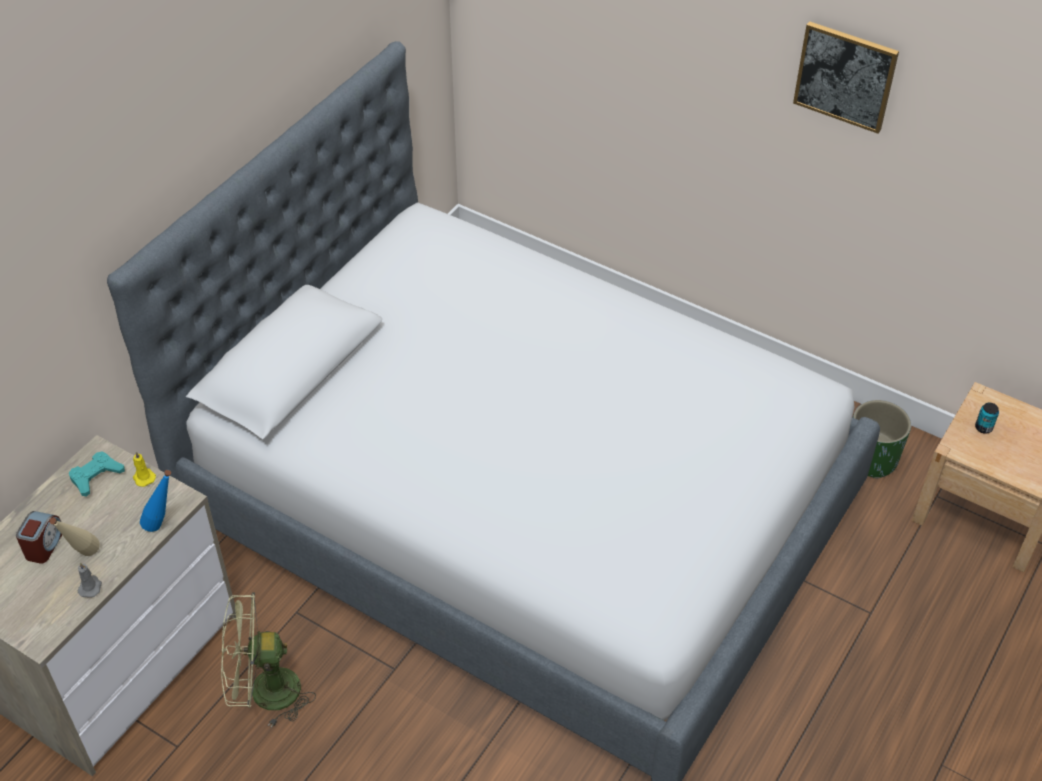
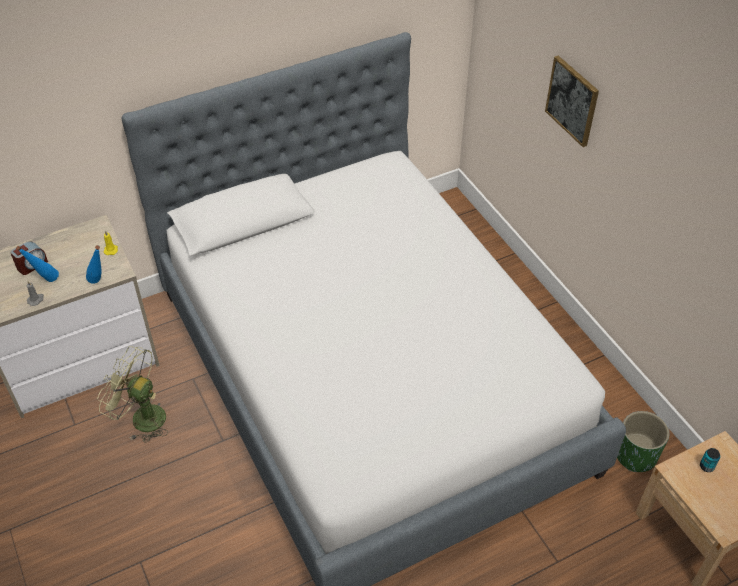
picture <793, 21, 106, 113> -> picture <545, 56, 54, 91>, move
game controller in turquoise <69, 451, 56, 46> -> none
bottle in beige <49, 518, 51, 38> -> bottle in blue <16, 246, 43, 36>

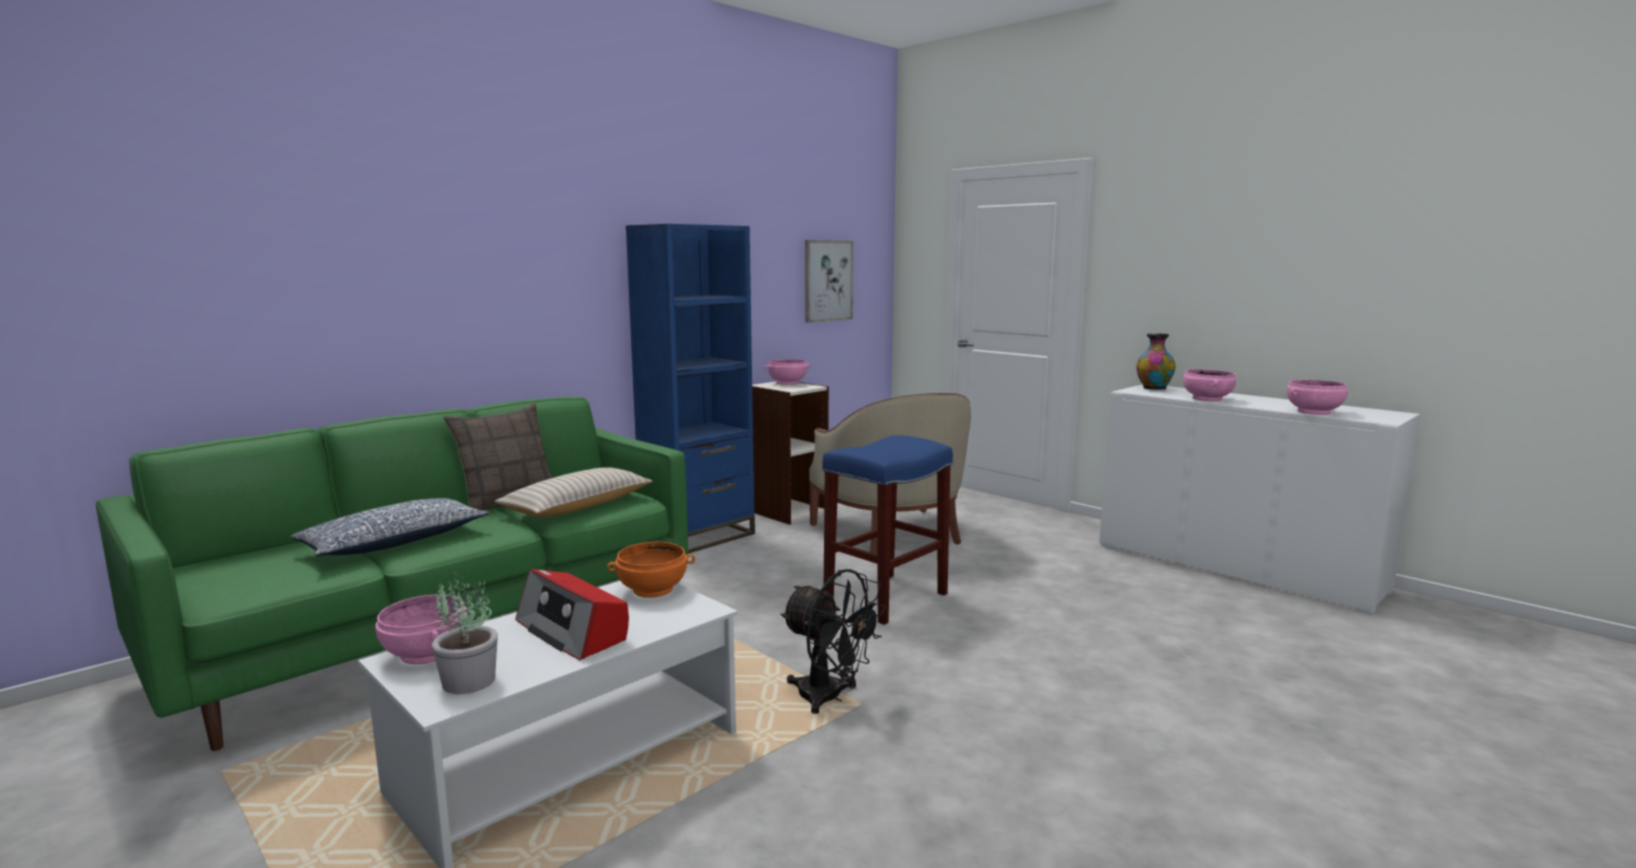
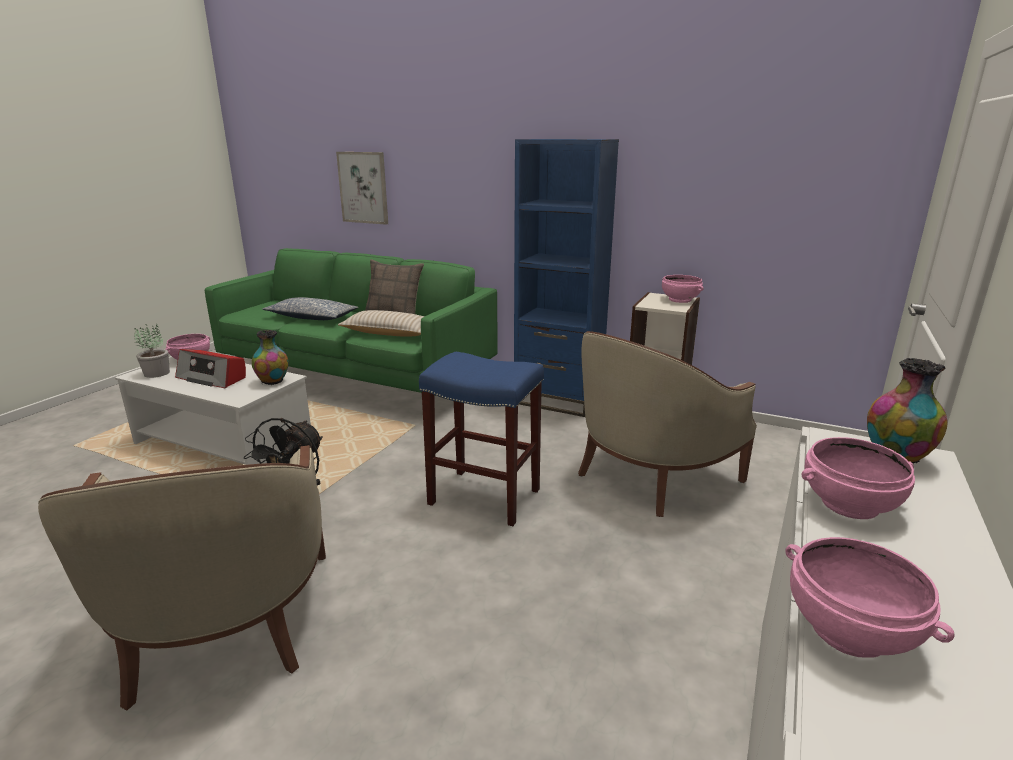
picture <805, 240, 49, 83> -> picture <336, 152, 52, 73>, move
bowl in orange <607, 542, 88, 56> -> vase <252, 330, 37, 55>
radio <515, 569, 114, 91> -> radio <175, 349, 71, 39>, 90 degrees counterclockwise
none -> armchair in beige <38, 445, 288, 265>

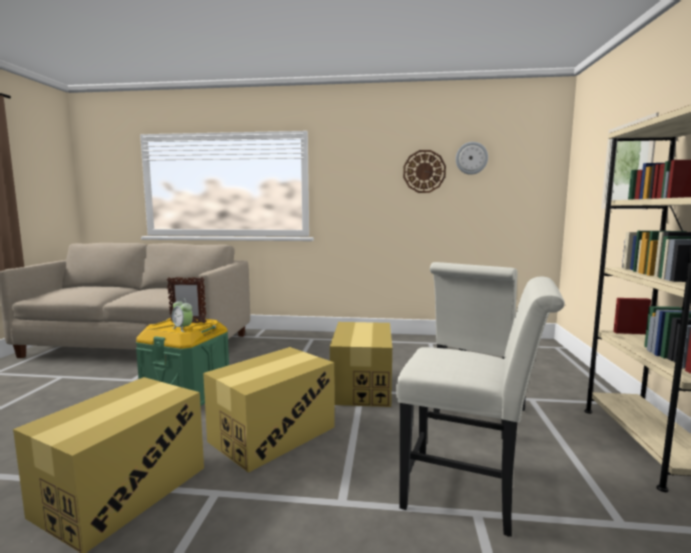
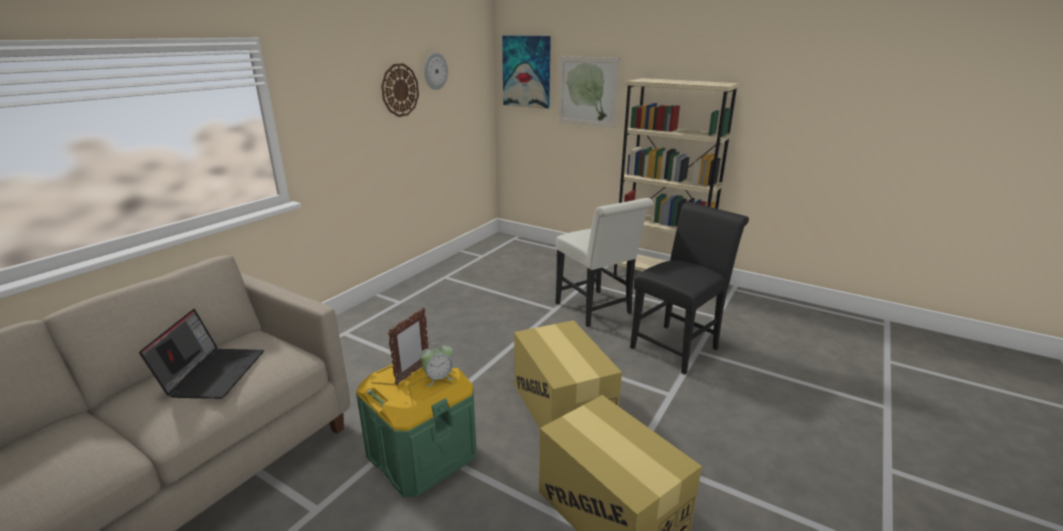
chair in white <396, 277, 169, 260> -> chair in black <630, 202, 119, 173>
cardboard box <330, 322, 62, 85> -> none
none -> picture <502, 35, 49, 74>
none -> laptop <139, 309, 125, 90>

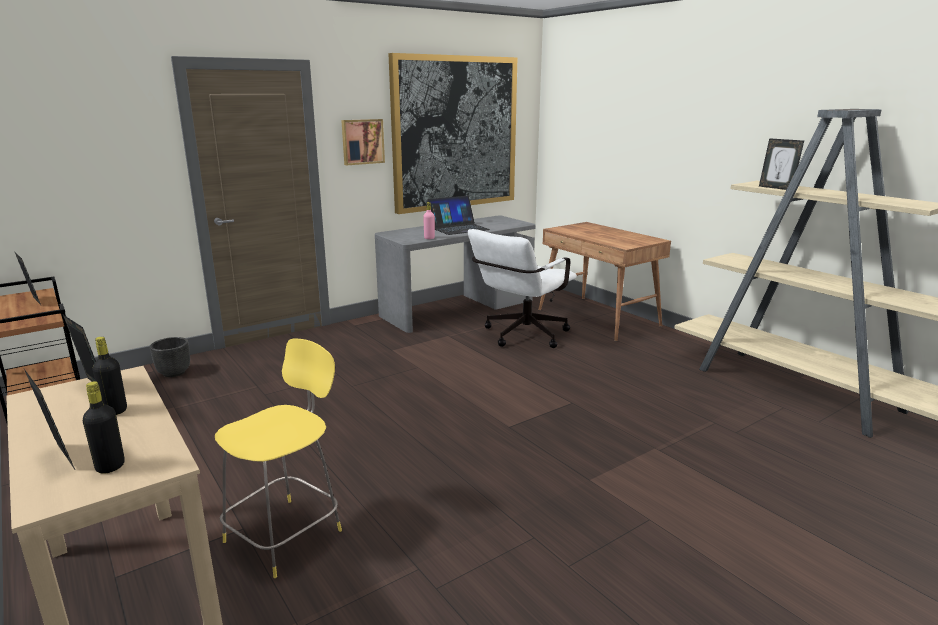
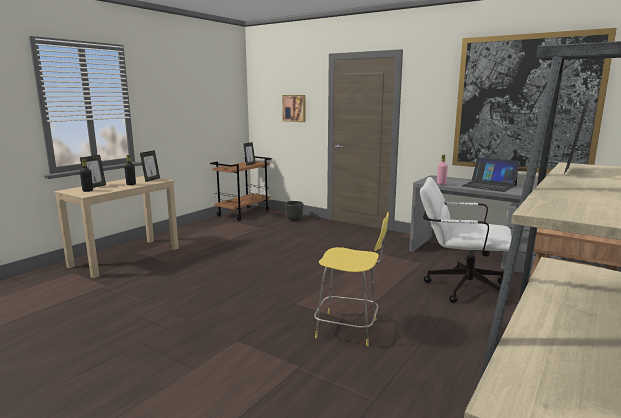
picture <341, 119, 44, 46> -> picture <282, 95, 23, 27>, move
stool in yellow <215, 339, 127, 239> -> stool in yellow <314, 212, 75, 134>, move

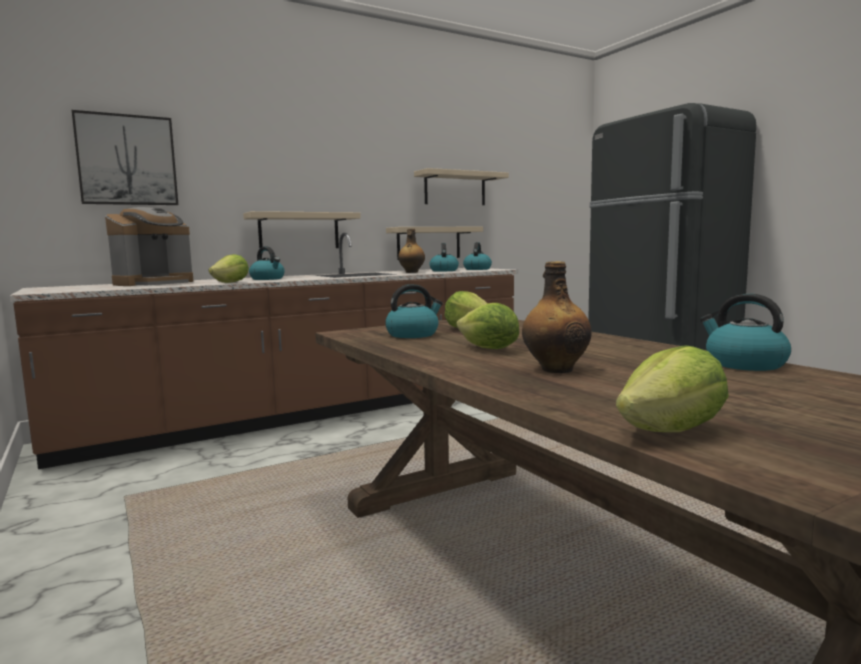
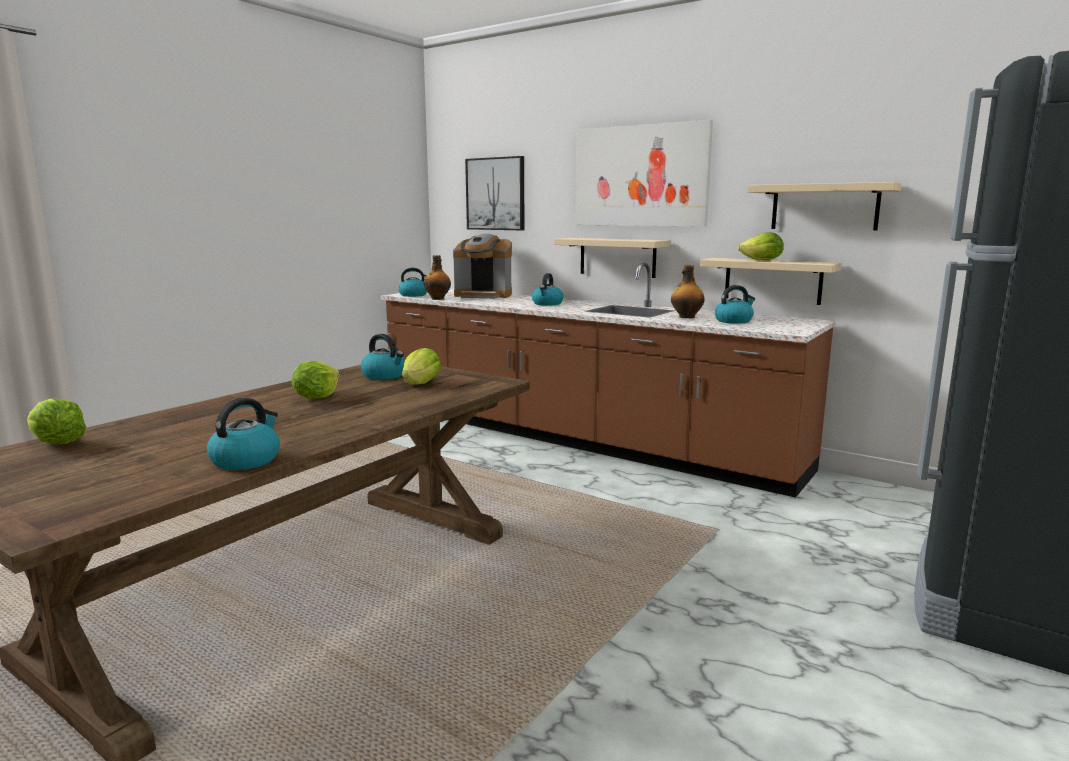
kettle <463, 242, 29, 28> -> kettle <398, 268, 29, 29>, move
lettuce <209, 254, 40, 29> -> lettuce <738, 232, 46, 28>, move
bottle <522, 261, 70, 112> -> bottle <424, 255, 27, 45>, move
none -> picture <575, 120, 138, 107>

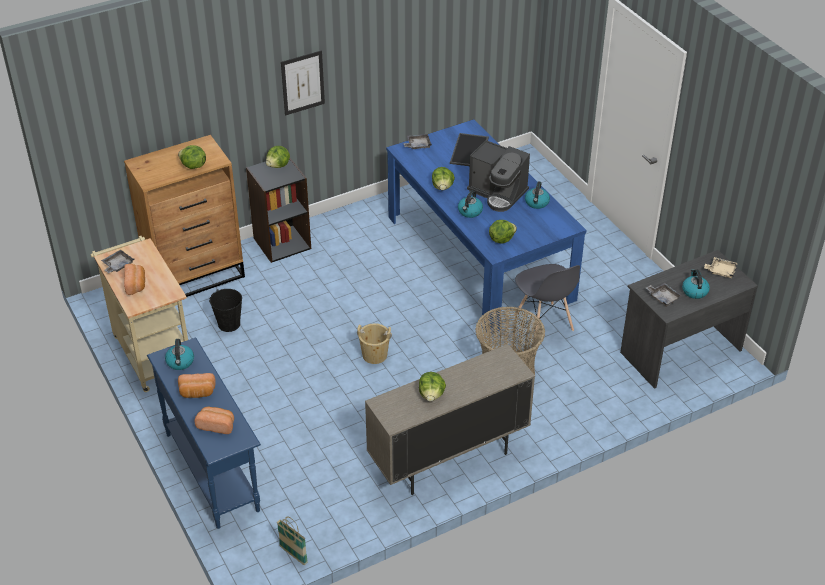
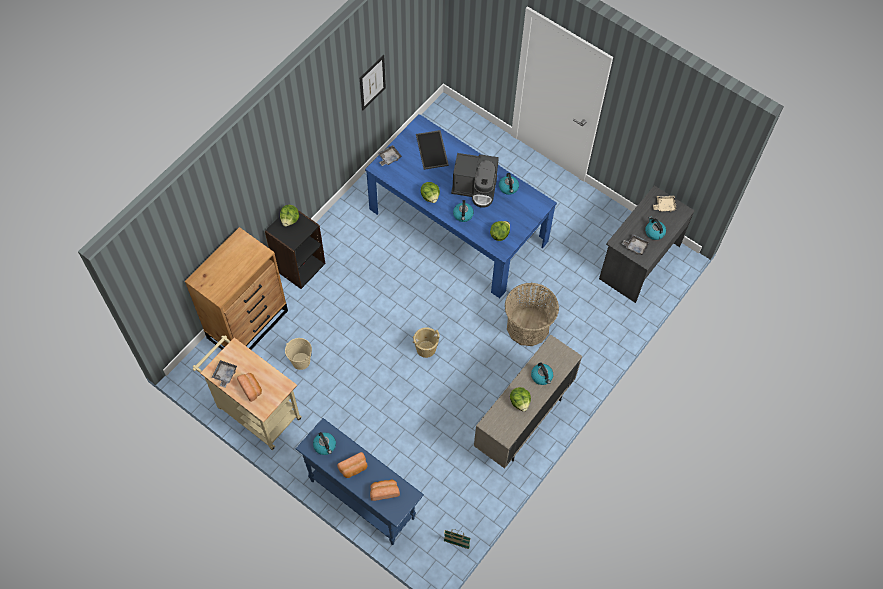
picture <281, 50, 44, 65> -> picture <360, 55, 26, 55>, move
lettuce <178, 145, 28, 24> -> none
chair in grey <514, 264, 66, 73> -> none
bucket in black <209, 289, 33, 43> -> bucket in beige <285, 338, 27, 32>
none -> kettle <531, 363, 22, 22>

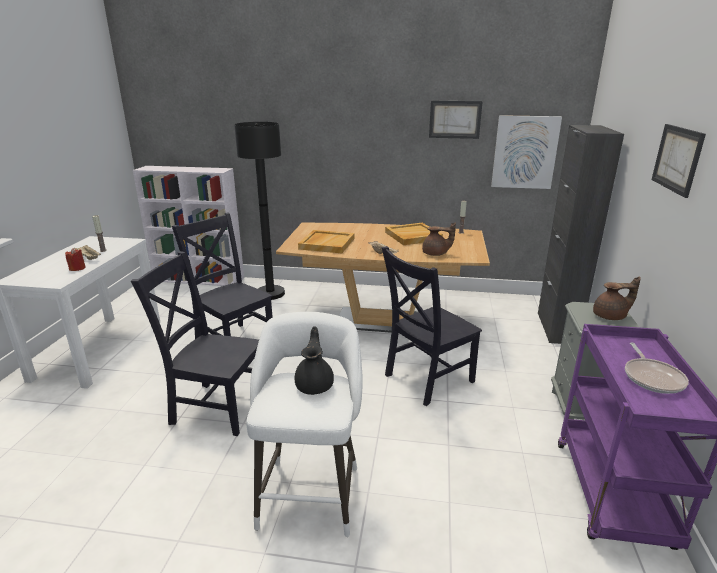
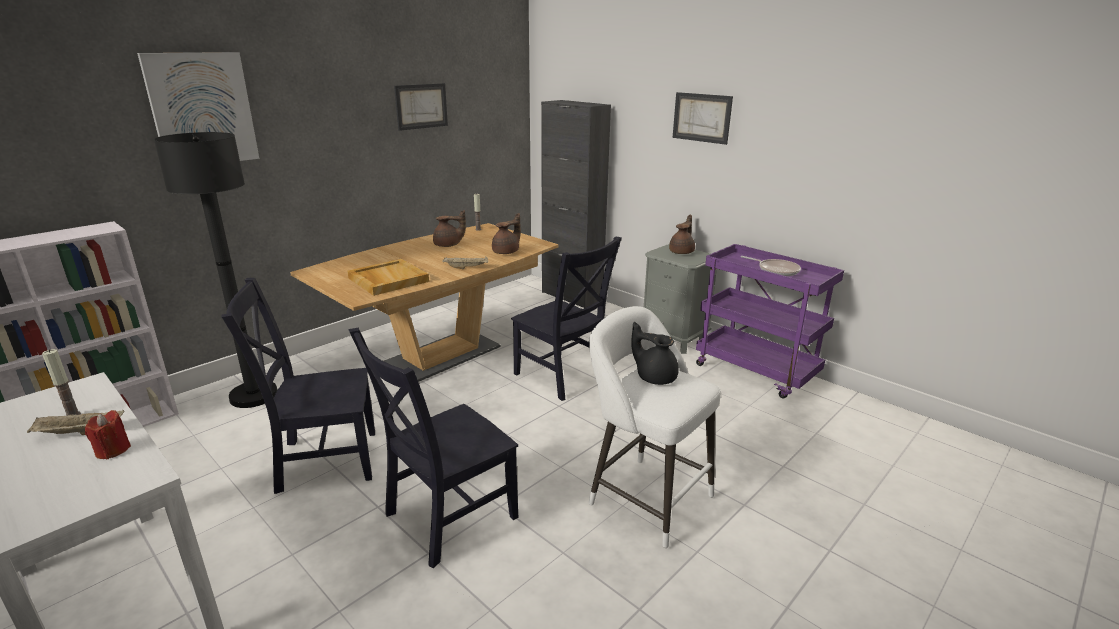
picture <491, 115, 71, 74> -> picture <137, 52, 122, 109>, move
tray in beige <385, 223, 58, 22> -> teapot in brown <433, 210, 33, 37>
chair in black <381, 246, 101, 160> -> chair in black <511, 237, 111, 164>, 45 degrees counterclockwise

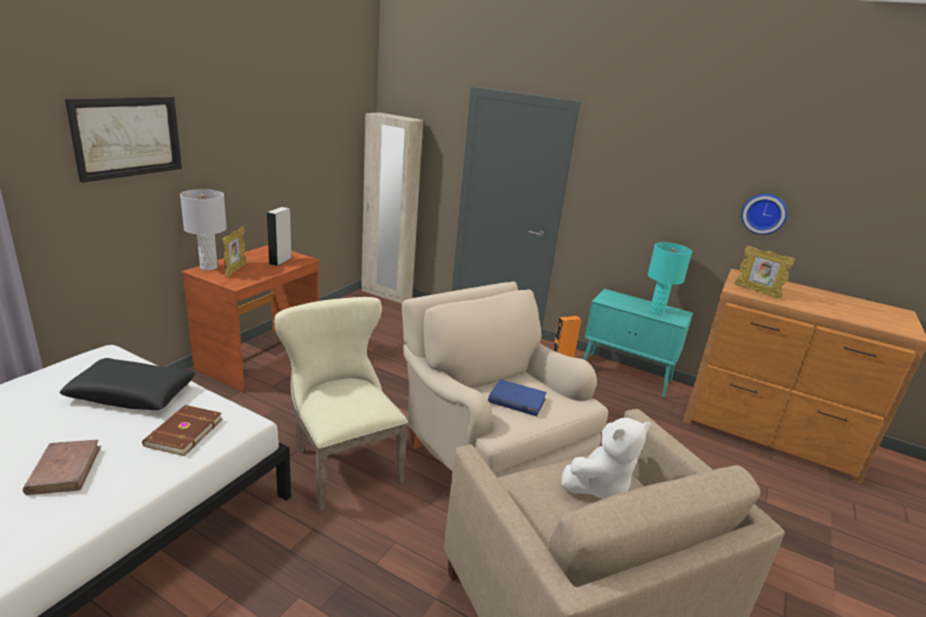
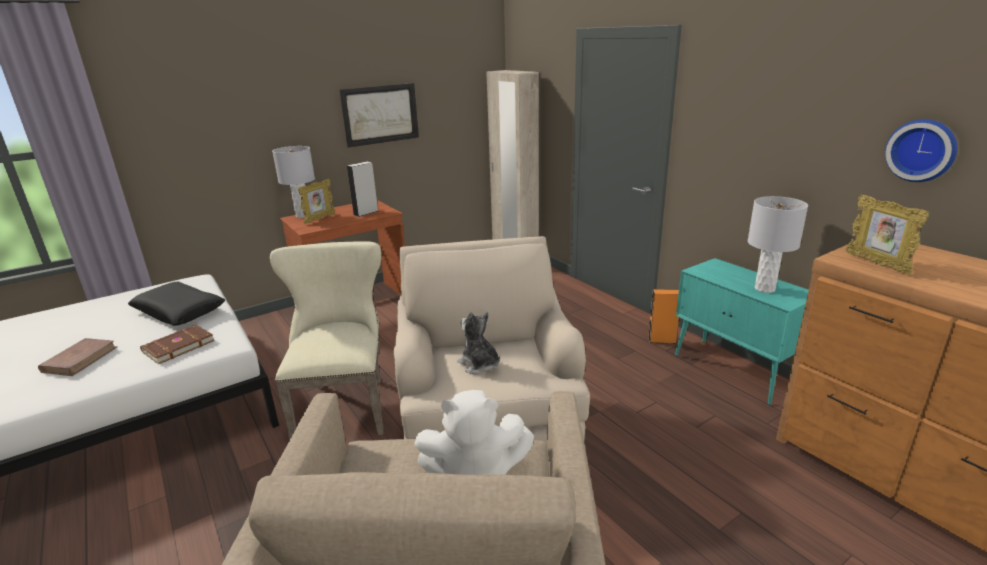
picture <65, 97, 117, 86> -> picture <340, 83, 79, 64>, move
table lamp in turquoise <648, 242, 44, 72> -> table lamp in grey <748, 196, 60, 97>
book in blue <488, 379, 59, 37> -> plush toy <457, 312, 43, 63>

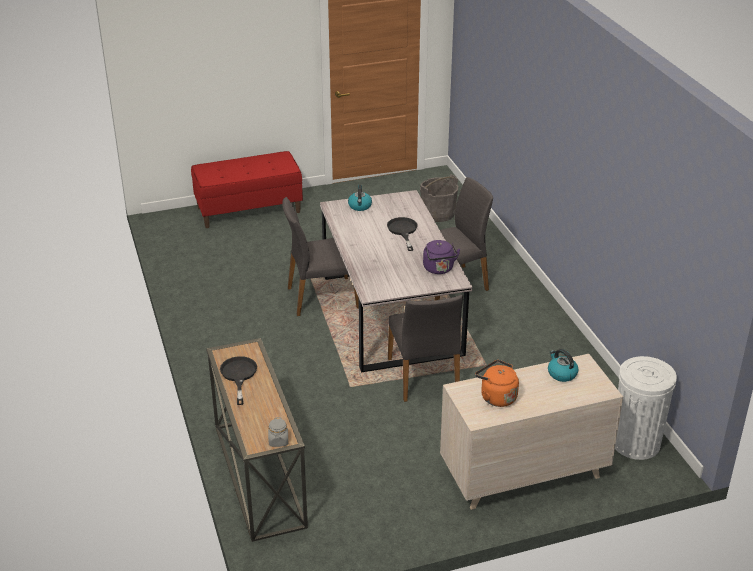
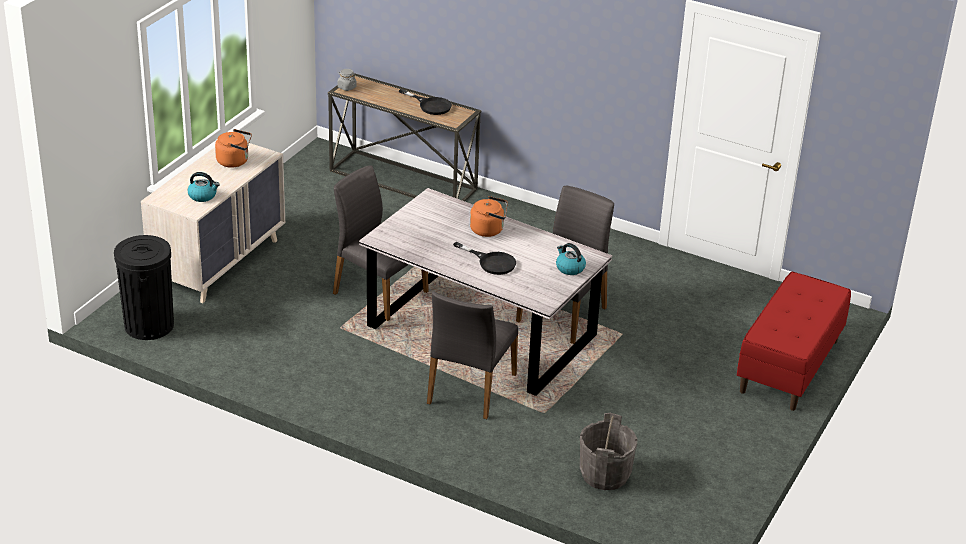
kettle in purple <423, 240, 37, 34> -> none
trash can in white <615, 356, 62, 104> -> trash can in black <114, 235, 60, 105>
none -> kettle in orange <470, 196, 38, 41>

